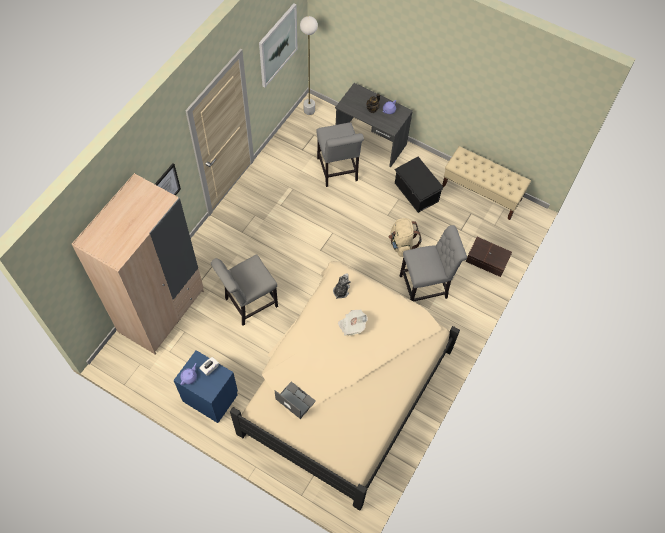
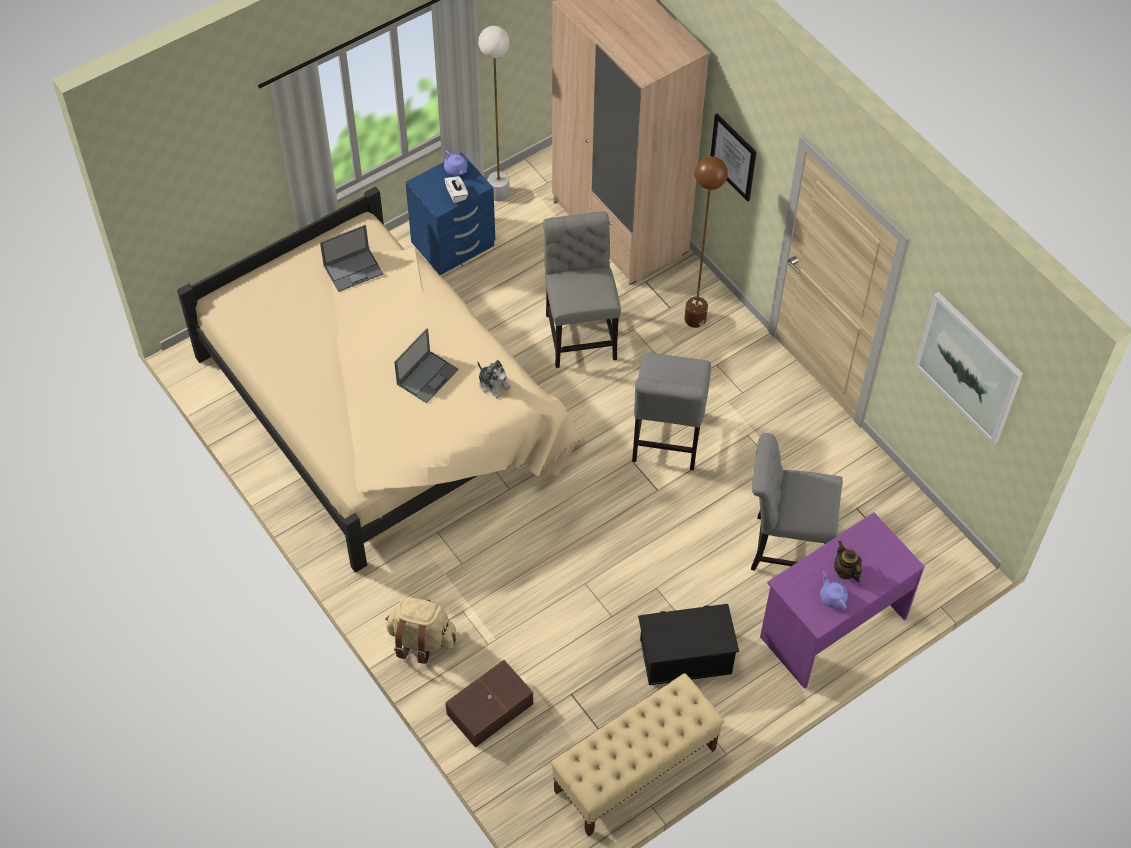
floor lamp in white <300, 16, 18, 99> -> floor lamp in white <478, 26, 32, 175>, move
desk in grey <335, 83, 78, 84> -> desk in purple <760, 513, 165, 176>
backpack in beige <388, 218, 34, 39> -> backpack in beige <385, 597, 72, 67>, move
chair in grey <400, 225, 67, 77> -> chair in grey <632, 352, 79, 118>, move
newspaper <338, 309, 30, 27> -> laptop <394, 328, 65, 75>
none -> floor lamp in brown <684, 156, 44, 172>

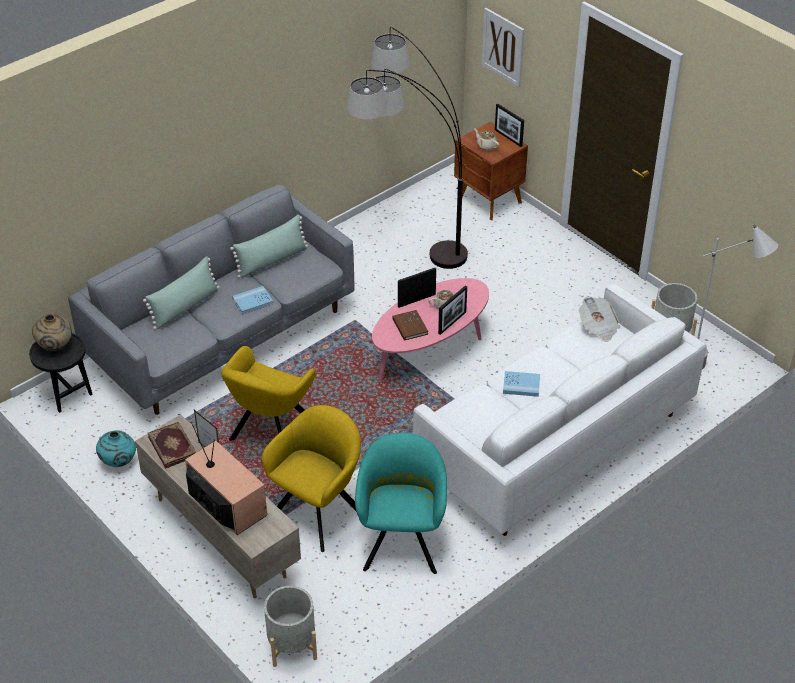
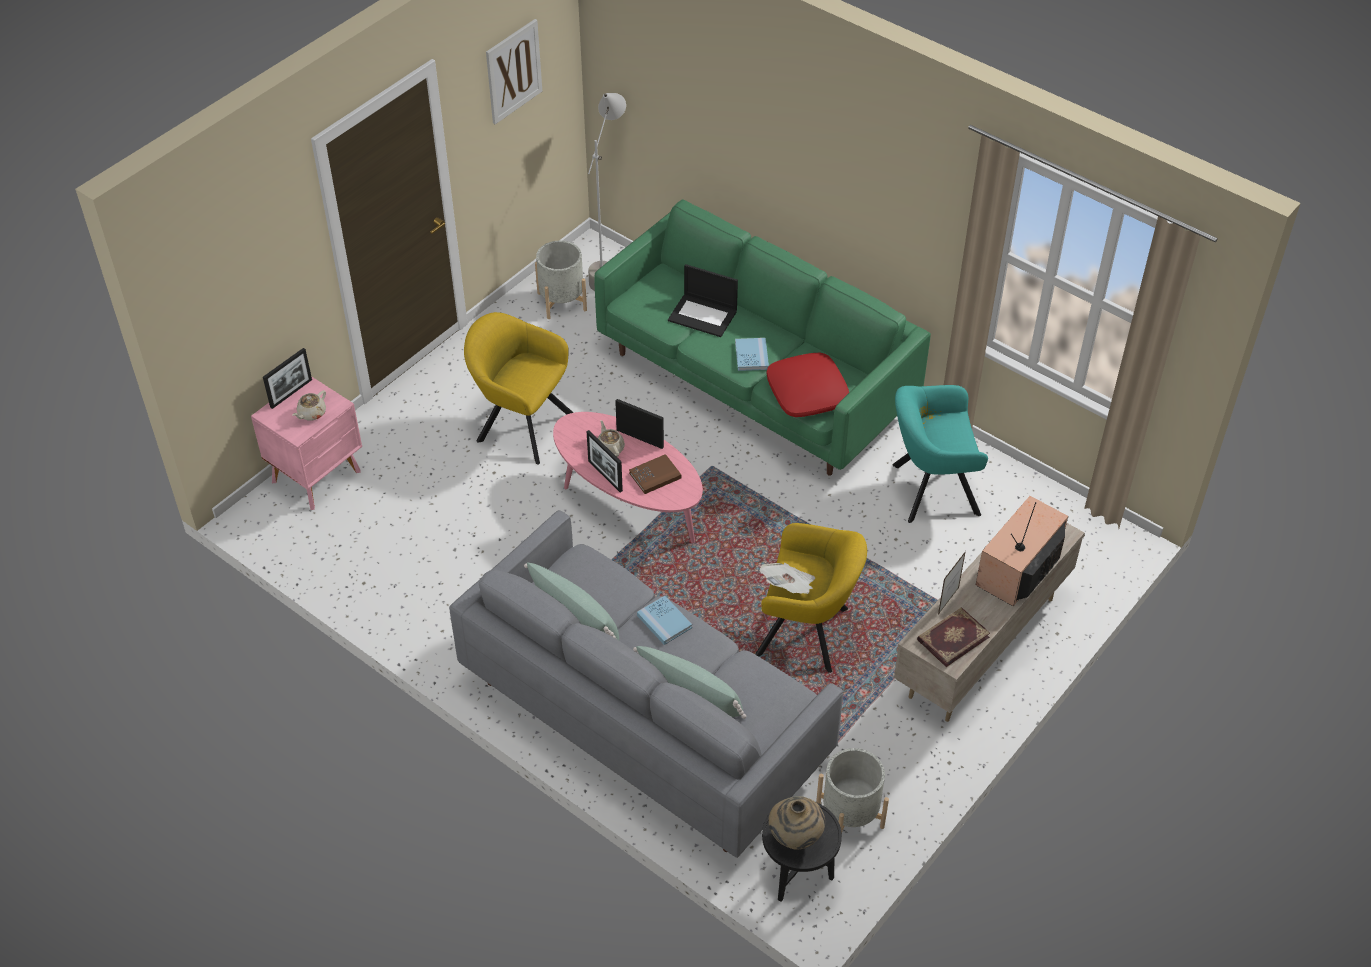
picture <482, 8, 42, 79> -> picture <486, 19, 56, 105>, move
floor lamp <347, 27, 121, 242> -> none
nightstand in brown <454, 122, 74, 98> -> nightstand in pink <251, 376, 111, 134>
sofa in white <413, 283, 294, 253> -> sofa in green <595, 200, 336, 276>
newspaper <579, 296, 41, 46> -> newspaper <760, 563, 55, 31>, move
armchair in yellow <262, 405, 99, 147> -> armchair in yellow <464, 312, 110, 153>, move
vase in turquoise <96, 430, 40, 37> -> none
planter in grey <264, 586, 53, 81> -> planter in grey <816, 748, 73, 84>, move
none -> laptop <668, 264, 70, 73>
none -> pillow in red <766, 352, 83, 65>

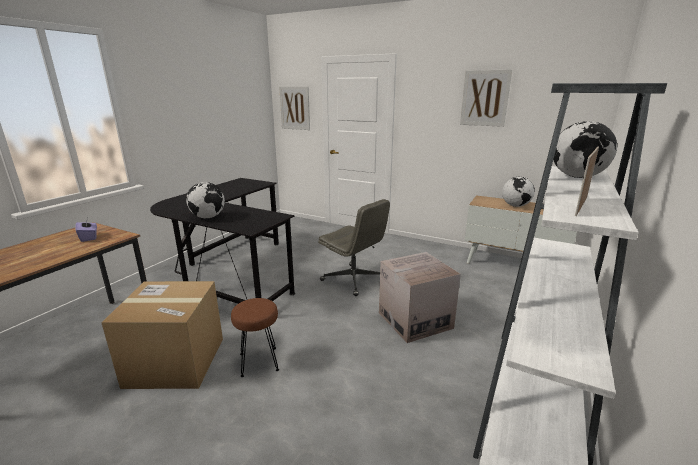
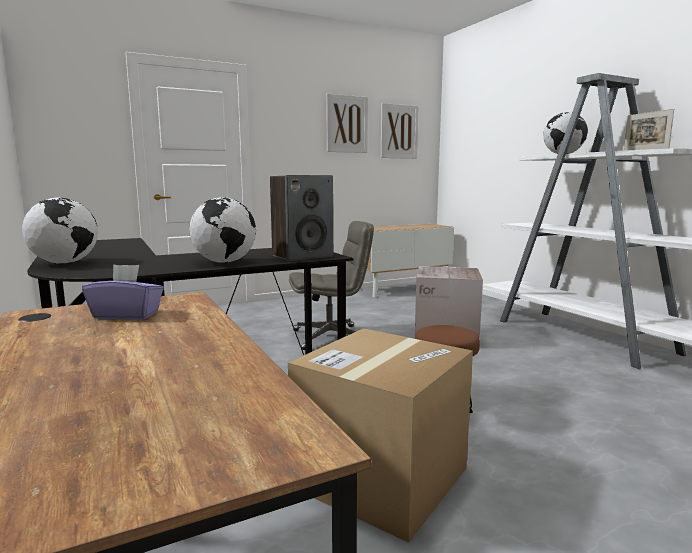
picture <279, 86, 31, 44> -> picture <381, 103, 38, 56>, move
globe <502, 177, 33, 30> -> globe <22, 198, 76, 66>, move
none -> speaker <270, 175, 63, 86>

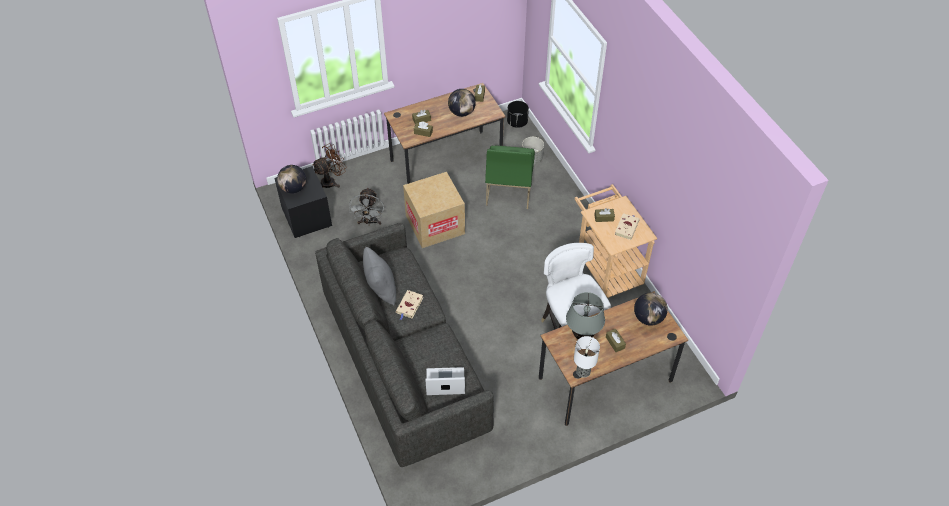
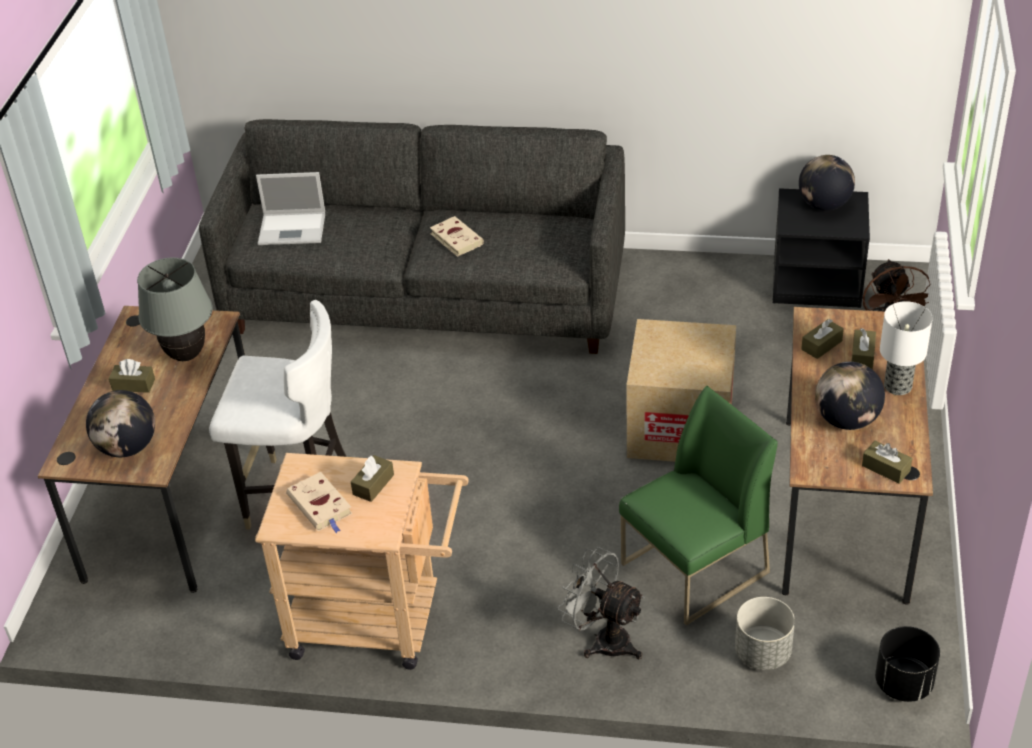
chair in green <485, 145, 50, 64> -> chair in green <619, 386, 159, 239>, 105 degrees clockwise
fan in grey <349, 188, 35, 37> -> fan in grey <557, 547, 88, 112>, move
pillow in grey <363, 247, 33, 59> -> none
table lamp <574, 336, 26, 42> -> table lamp <880, 301, 53, 94>, move
laptop <425, 367, 40, 28> -> laptop <256, 172, 69, 73>, 60 degrees clockwise

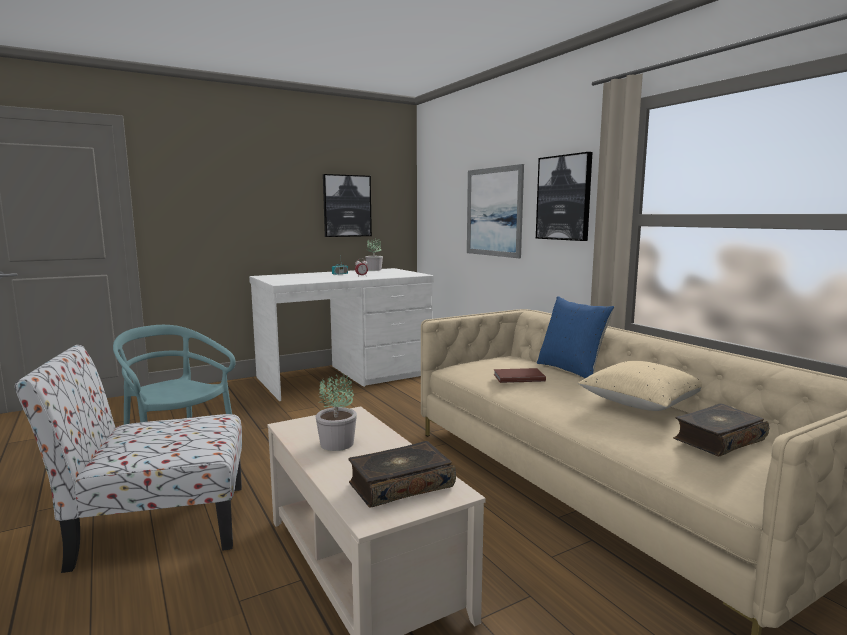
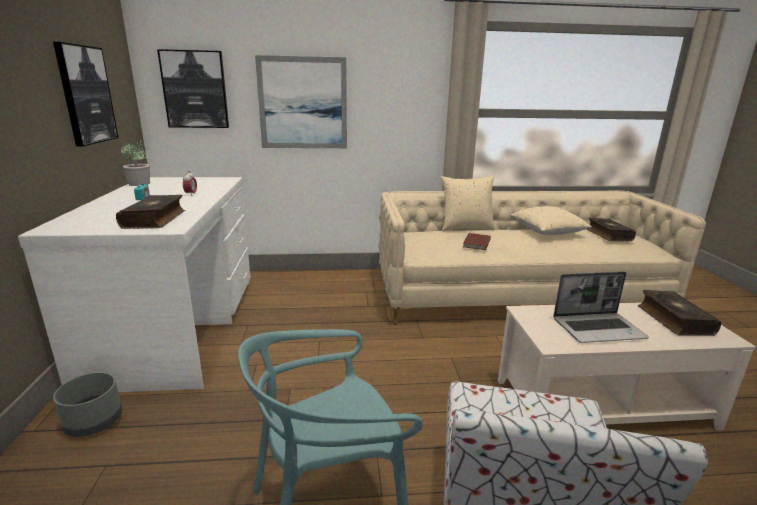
picture <536, 152, 56, 89> -> picture <157, 49, 72, 79>, move
pillow in blue <537, 296, 77, 82> -> pillow in beige <441, 176, 54, 55>
potted plant <315, 373, 42, 78> -> laptop <553, 272, 96, 71>
none -> book <116, 195, 69, 34>
none -> planter in grey <53, 372, 69, 65>

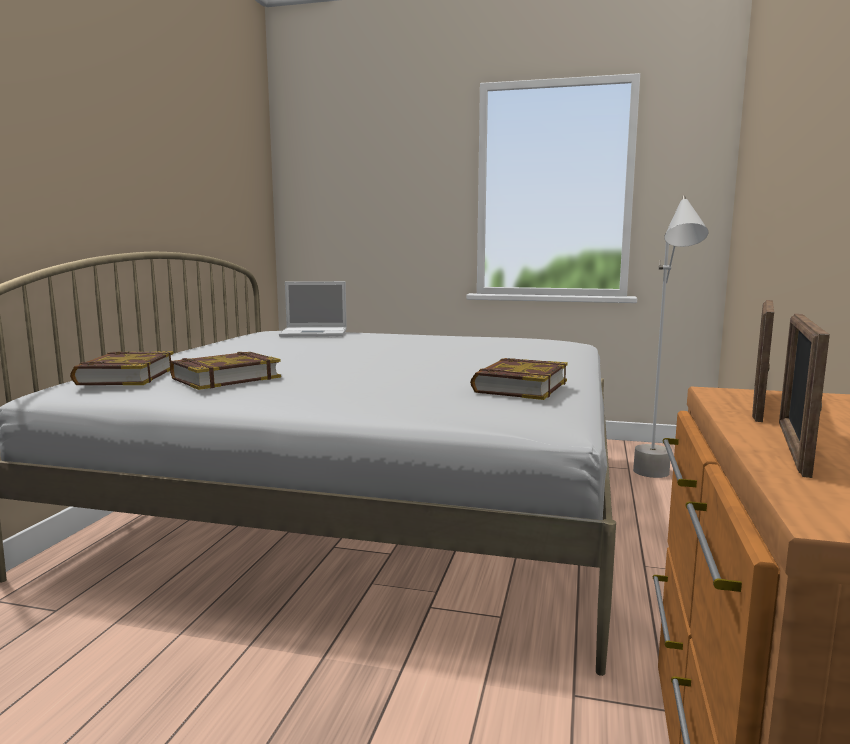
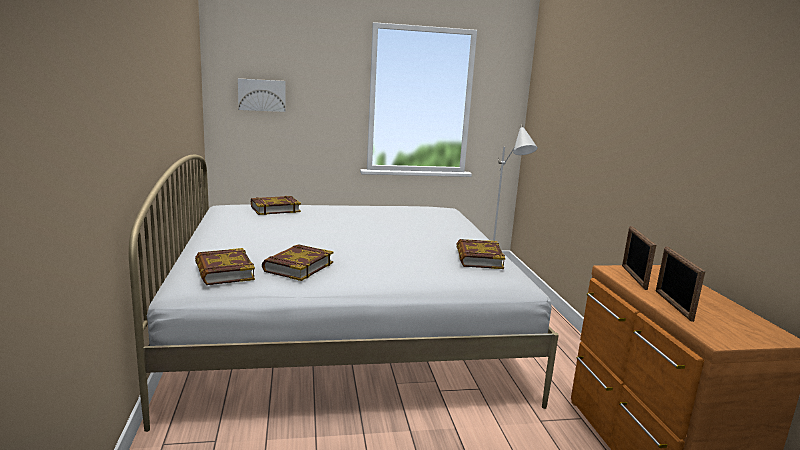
laptop <279, 281, 68, 56> -> book <251, 196, 50, 19>
none -> picture <238, 78, 47, 34>

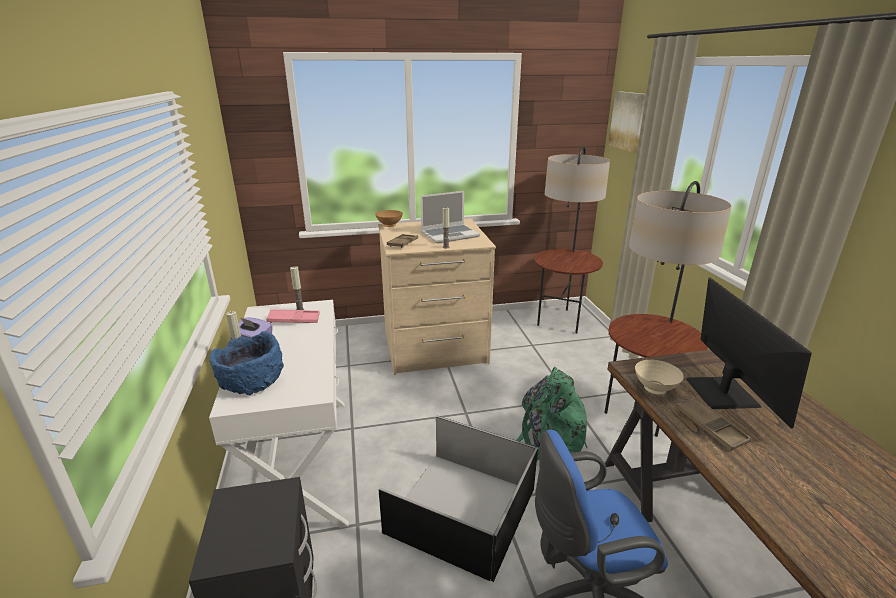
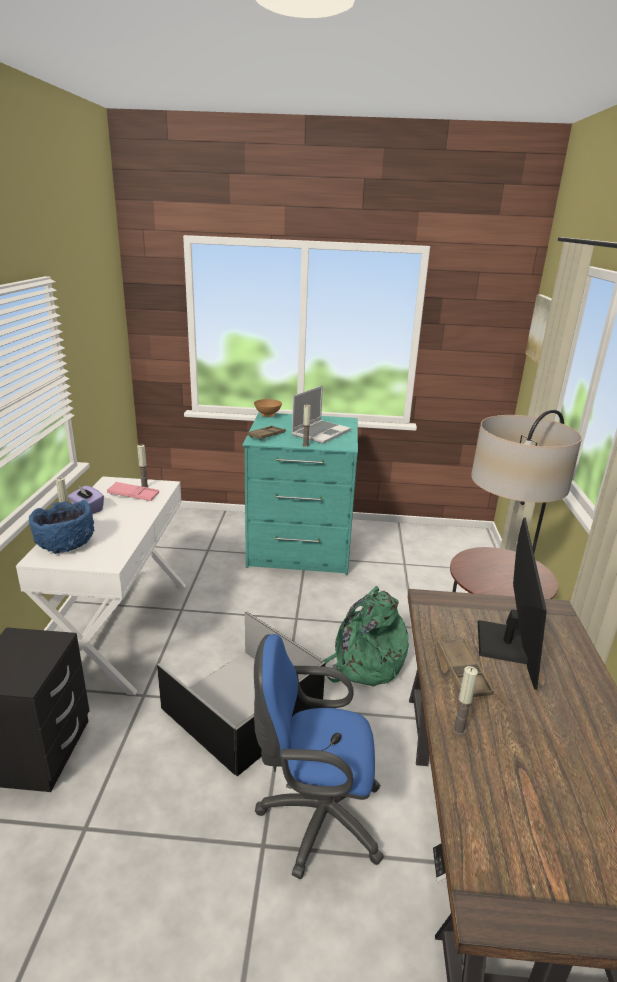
floor lamp <534, 145, 76, 189> -> none
laptop <421, 191, 59, 52> -> laptop <291, 385, 60, 59>, 45 degrees counterclockwise
dresser in beige <378, 219, 118, 156> -> dresser in turquoise <243, 412, 115, 163>
bowl in beige <635, 360, 49, 35> -> none
none -> candle <452, 666, 26, 70>

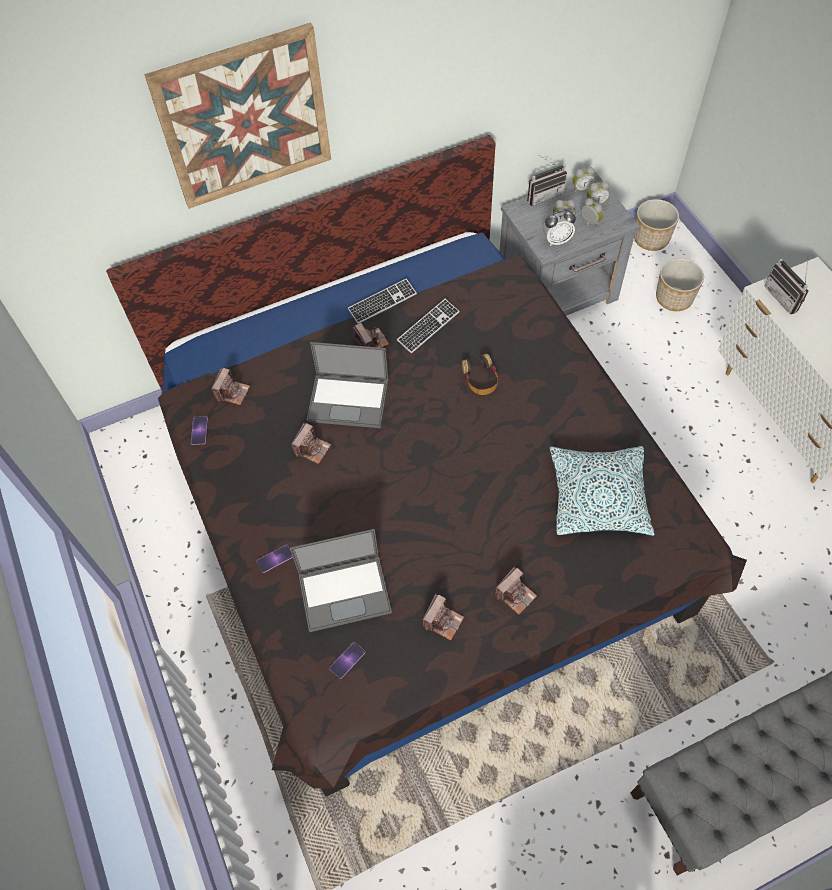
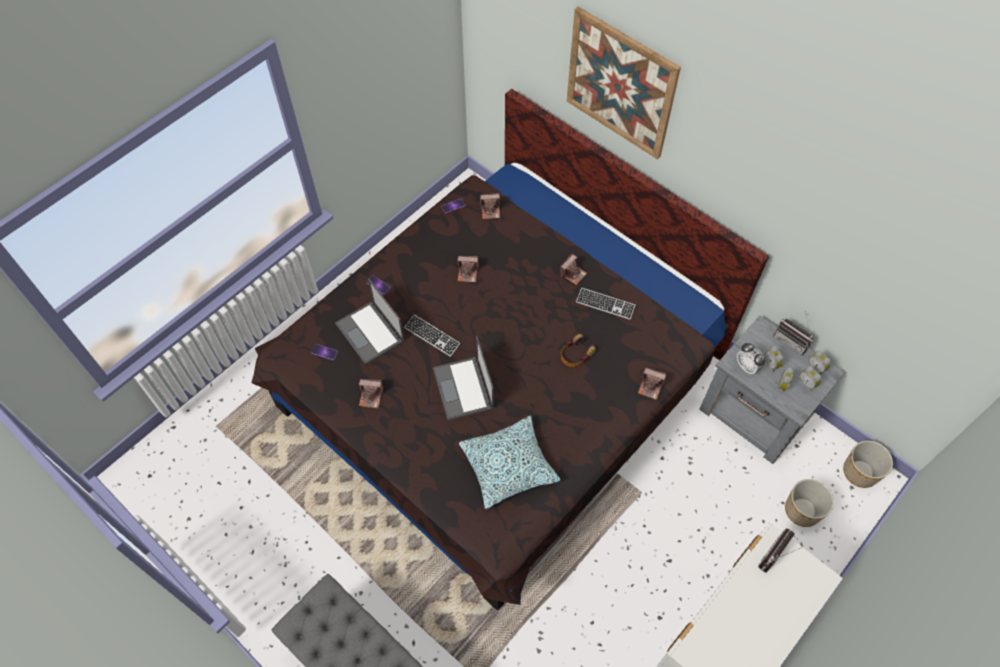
keyboard <348, 279, 69, 45> -> keyboard <404, 314, 57, 43>, move
laptop <307, 342, 81, 86> -> laptop <433, 336, 61, 84>, move
photo camera <495, 566, 42, 49> -> photo camera <638, 368, 28, 32>, move

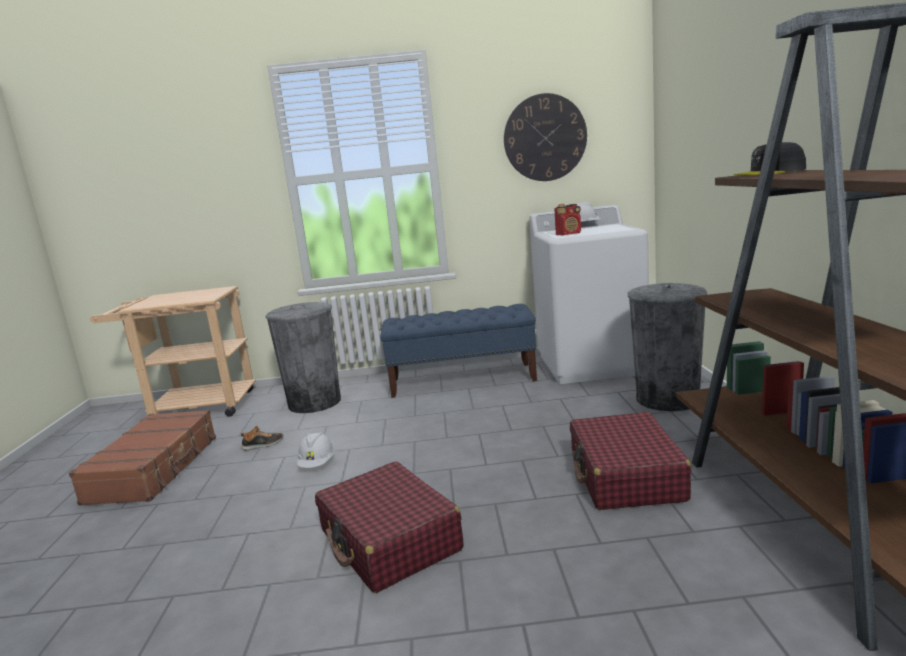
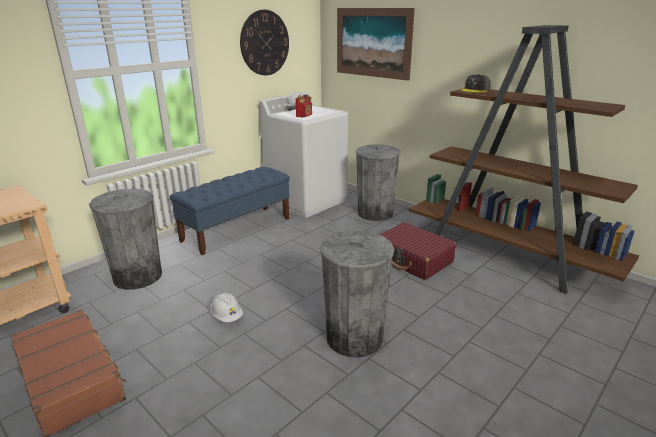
shoe <241, 426, 43, 24> -> none
suitcase in red <315, 461, 148, 132> -> trash can in grey <320, 230, 75, 128>
none -> picture <337, 8, 78, 73>

